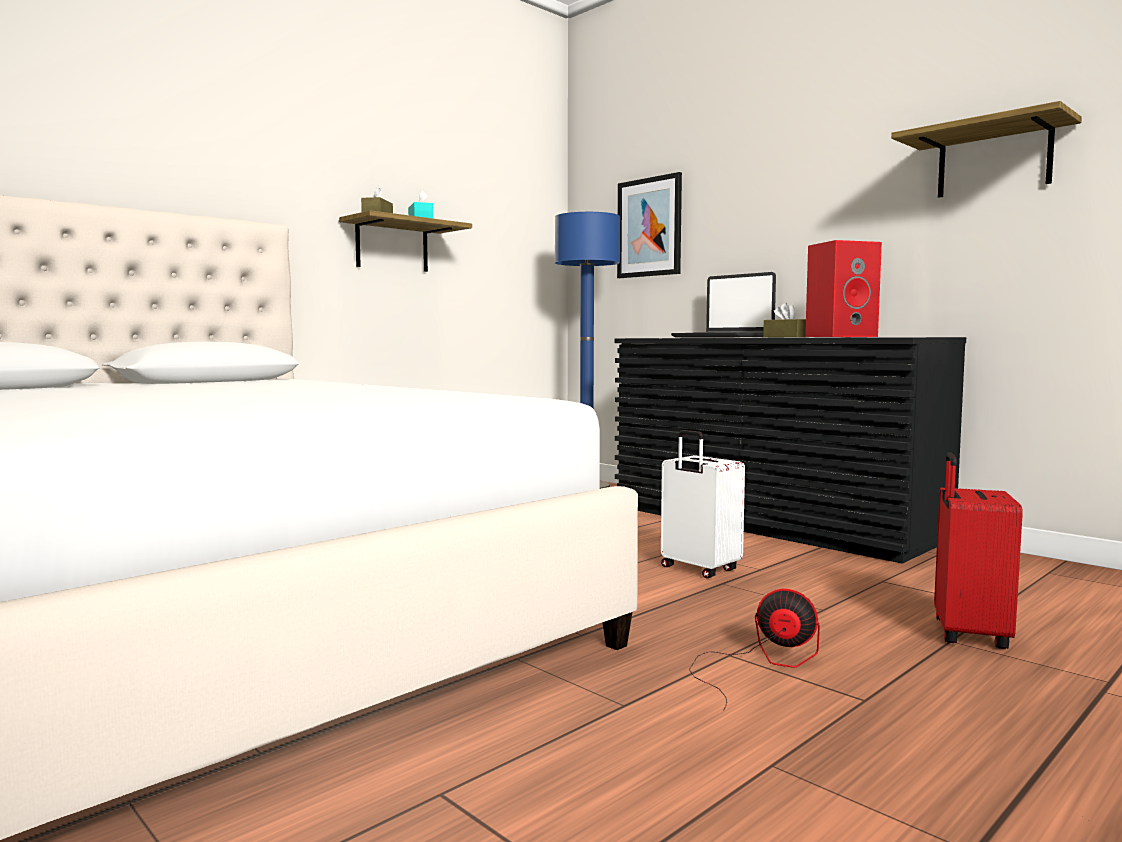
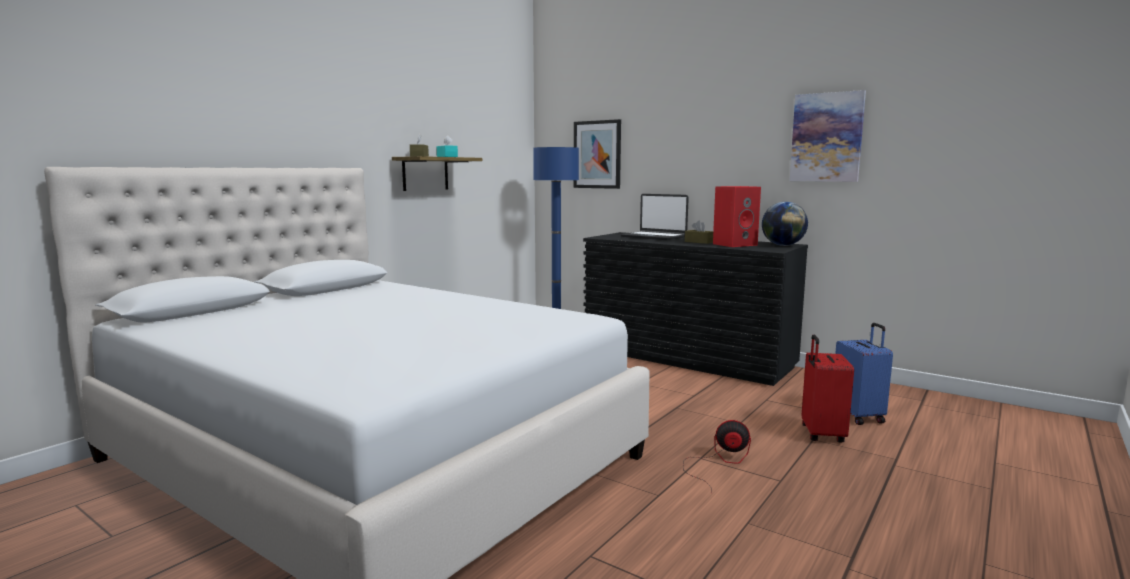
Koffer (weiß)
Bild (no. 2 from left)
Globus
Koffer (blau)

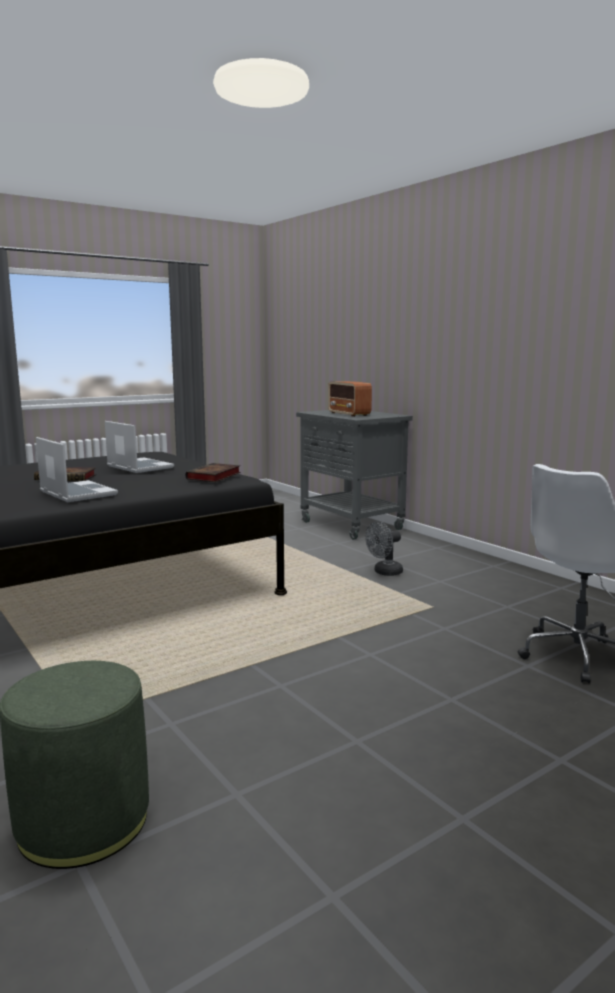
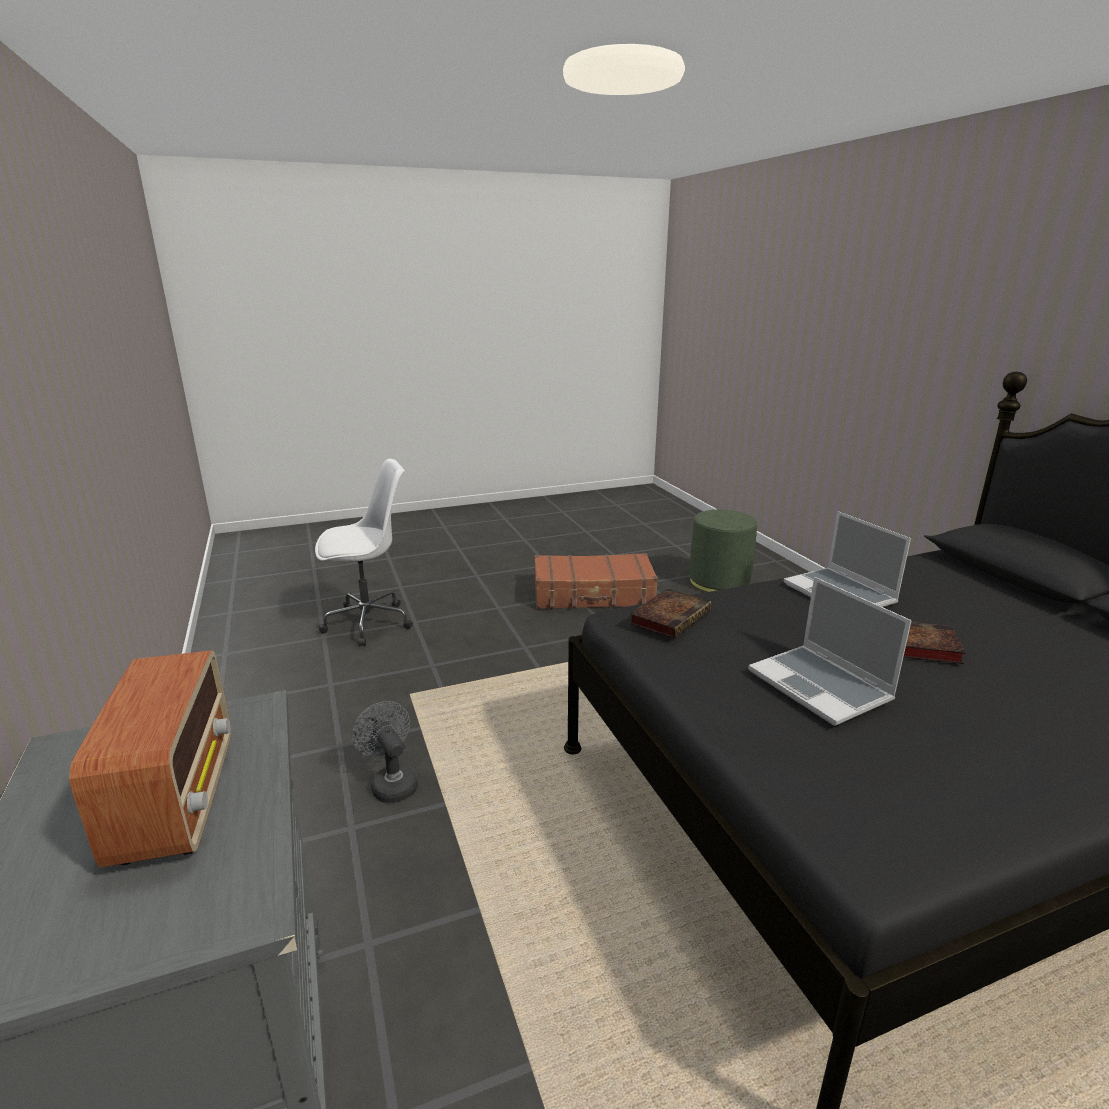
Ventilator (grau)
Koffer (braun)

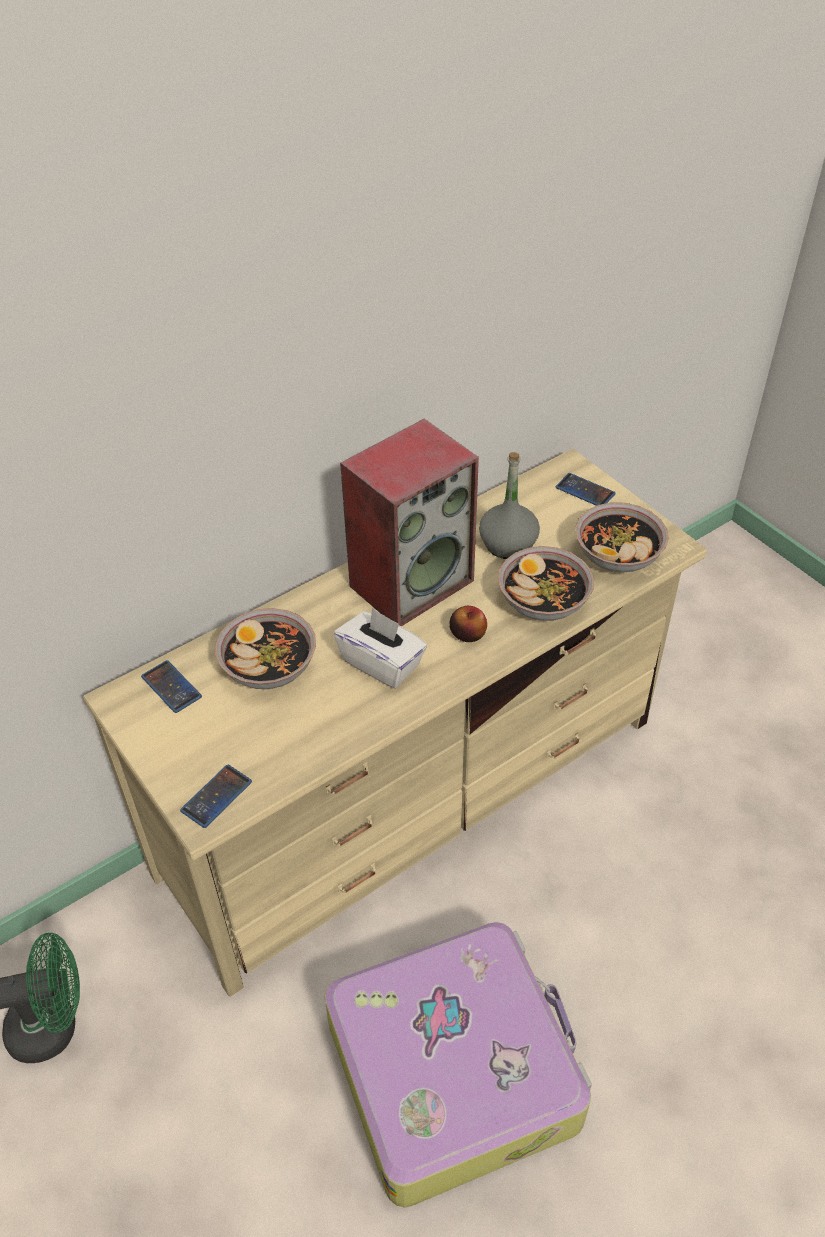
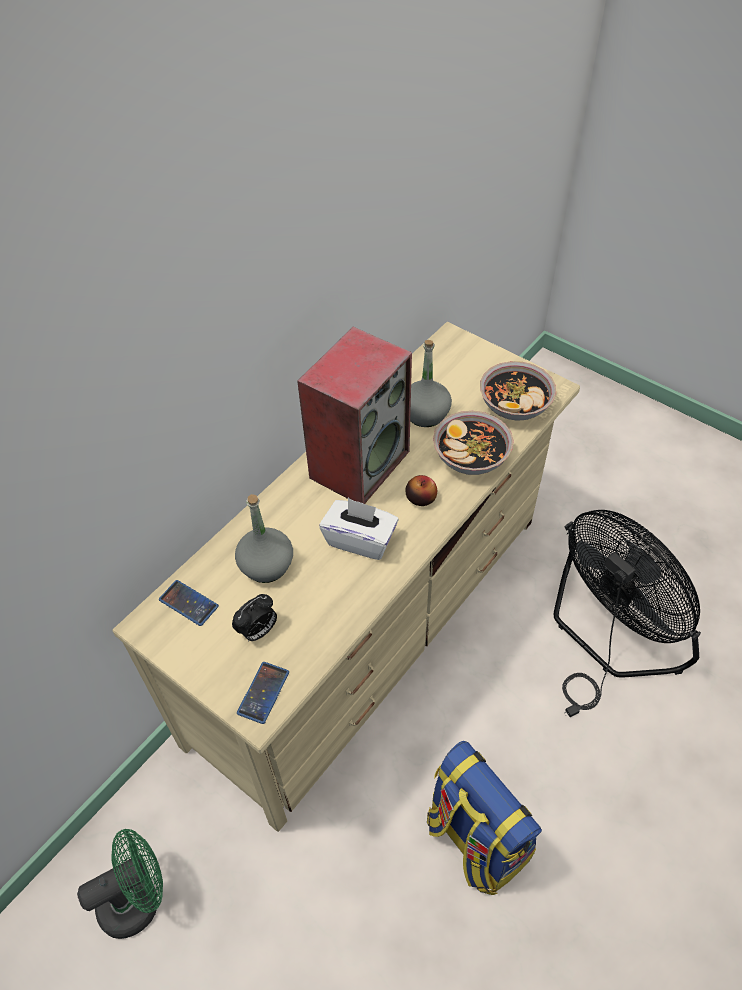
Flasche (grau) (no. 1 from left)
Rucksack
Handy (no. 3 from left in the first image)
Wecker
Ventilator (schwarz)

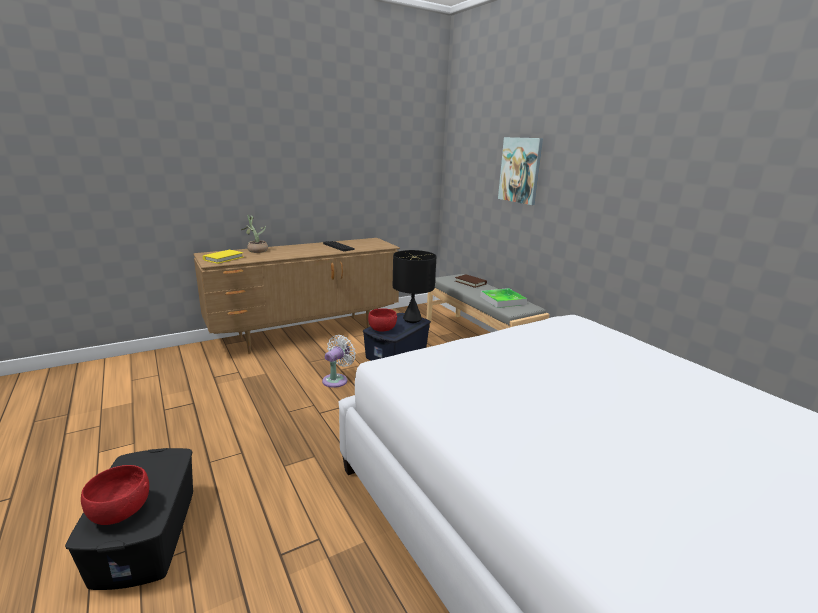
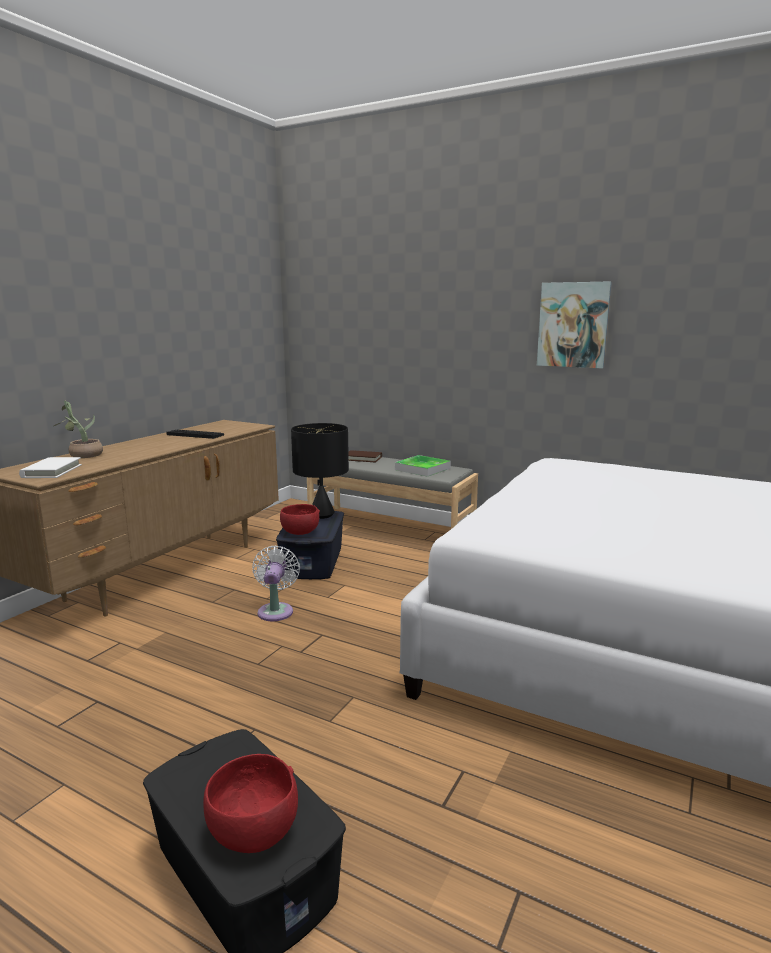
Buch (weiß)
Bild

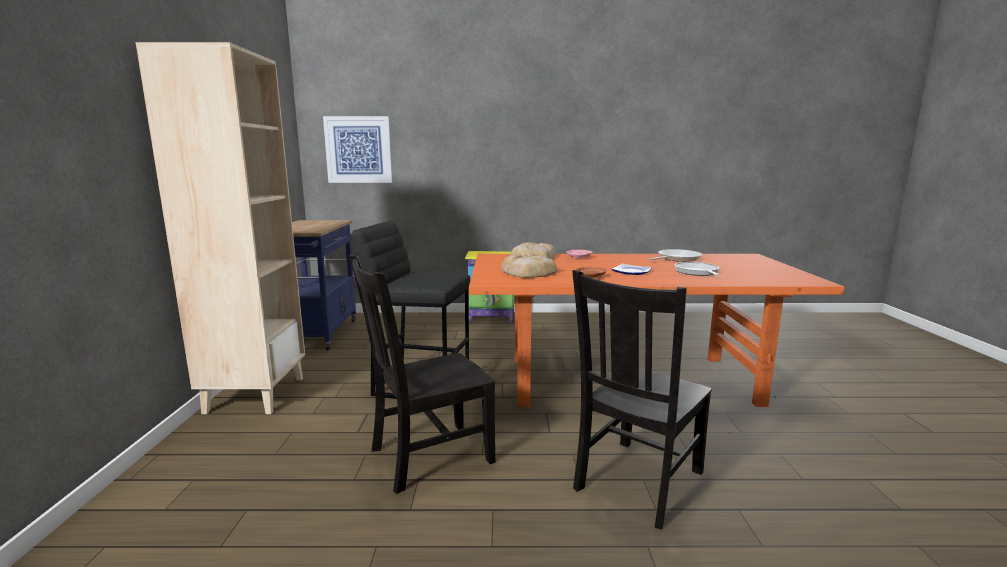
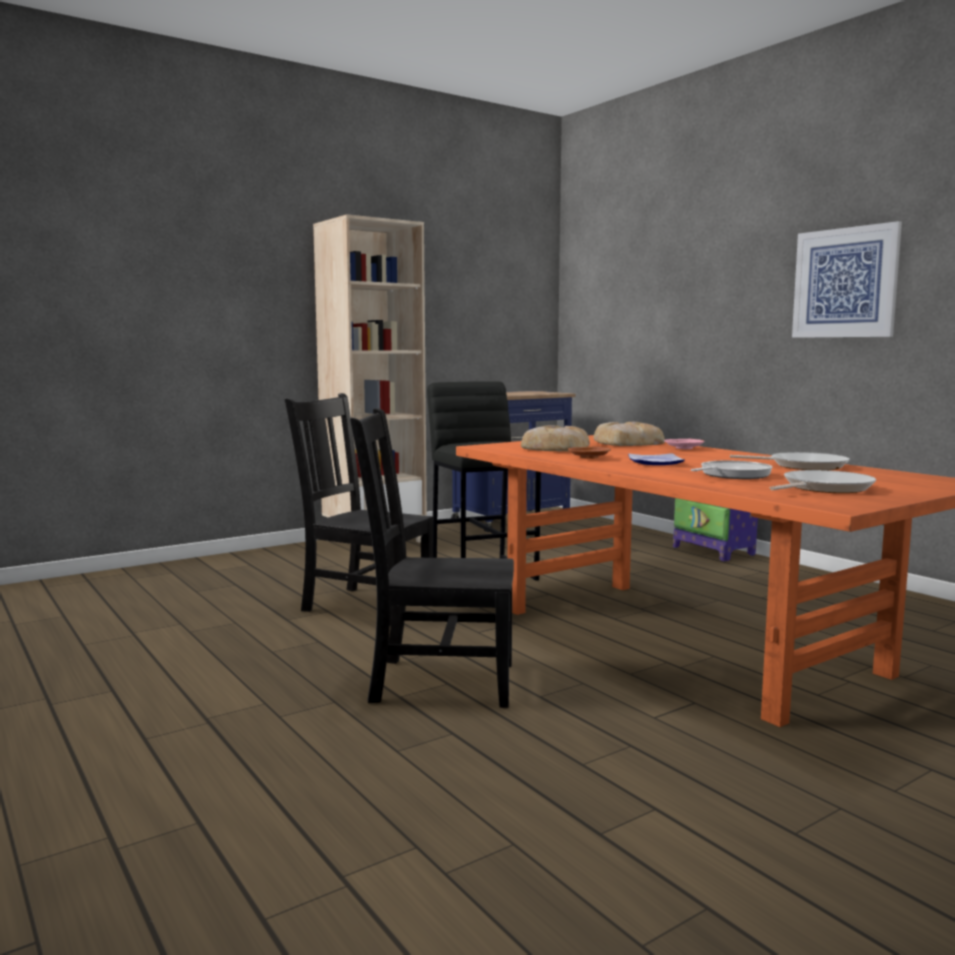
Bild
Pfanne (no. 3 from left)

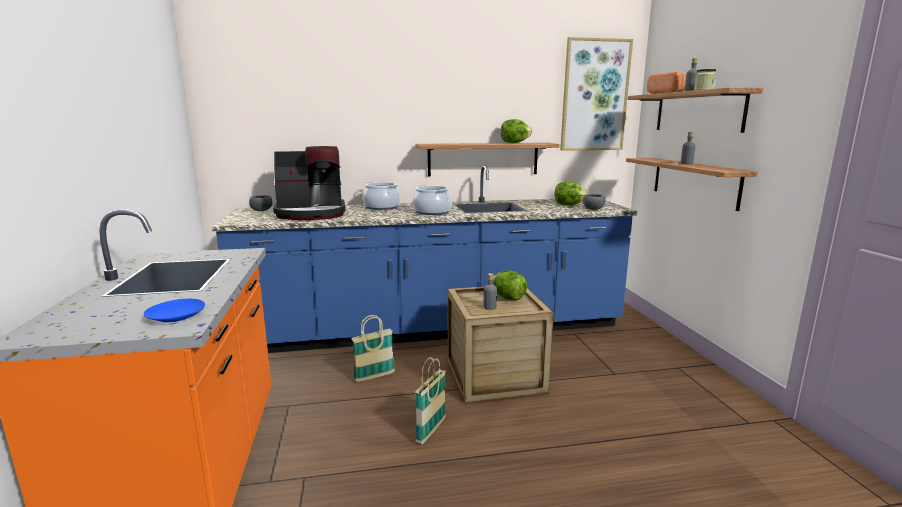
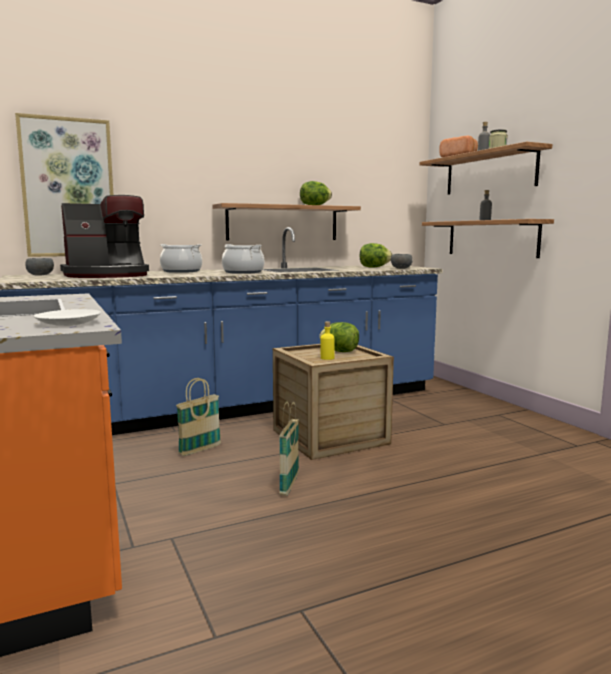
Teller (weiß)
Flasche (gelb)
Bild

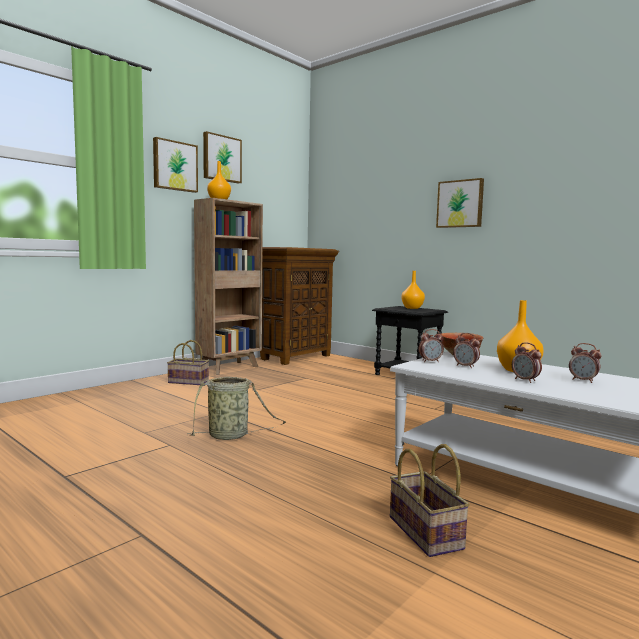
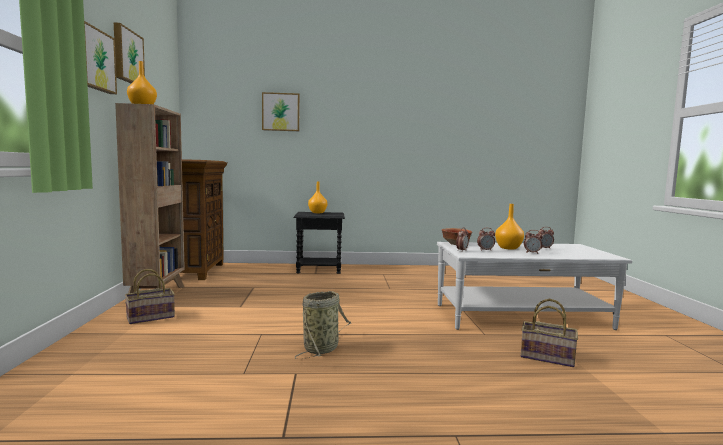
Bild (no. 3 from left)

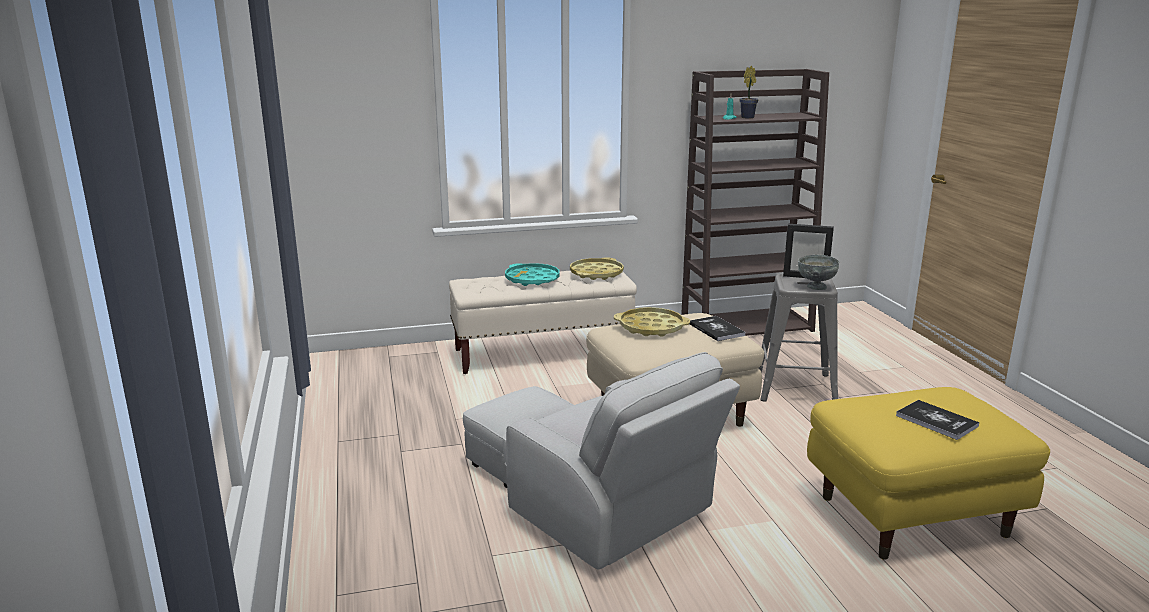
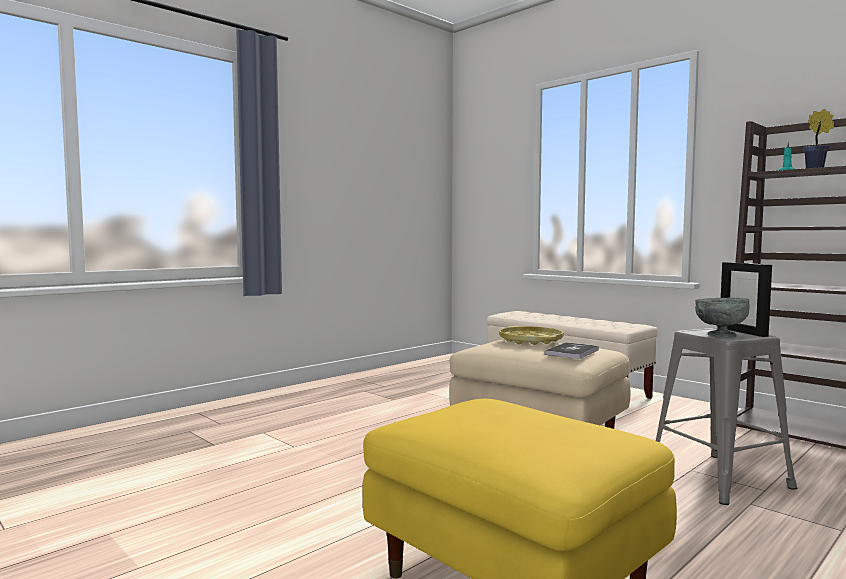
Sessel (weiß)
Tablett (türkis)
Tablett (gelb) (no. 1 from left in the first image)
Buch (no. 2 from left in the first image)

